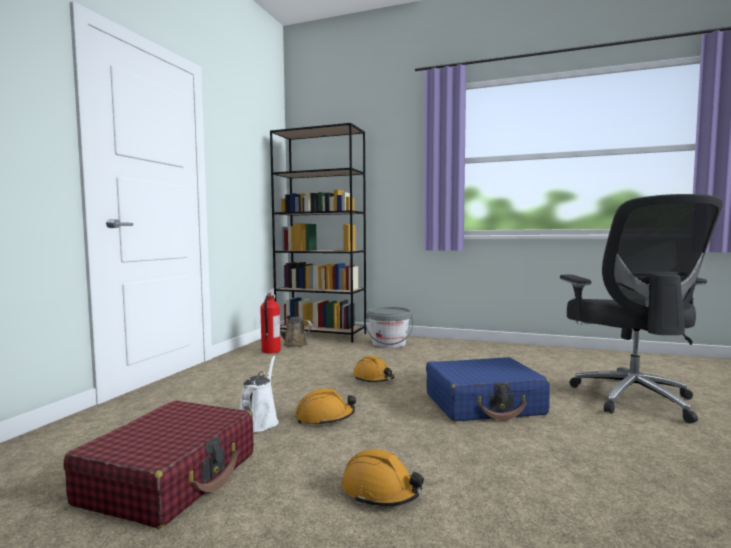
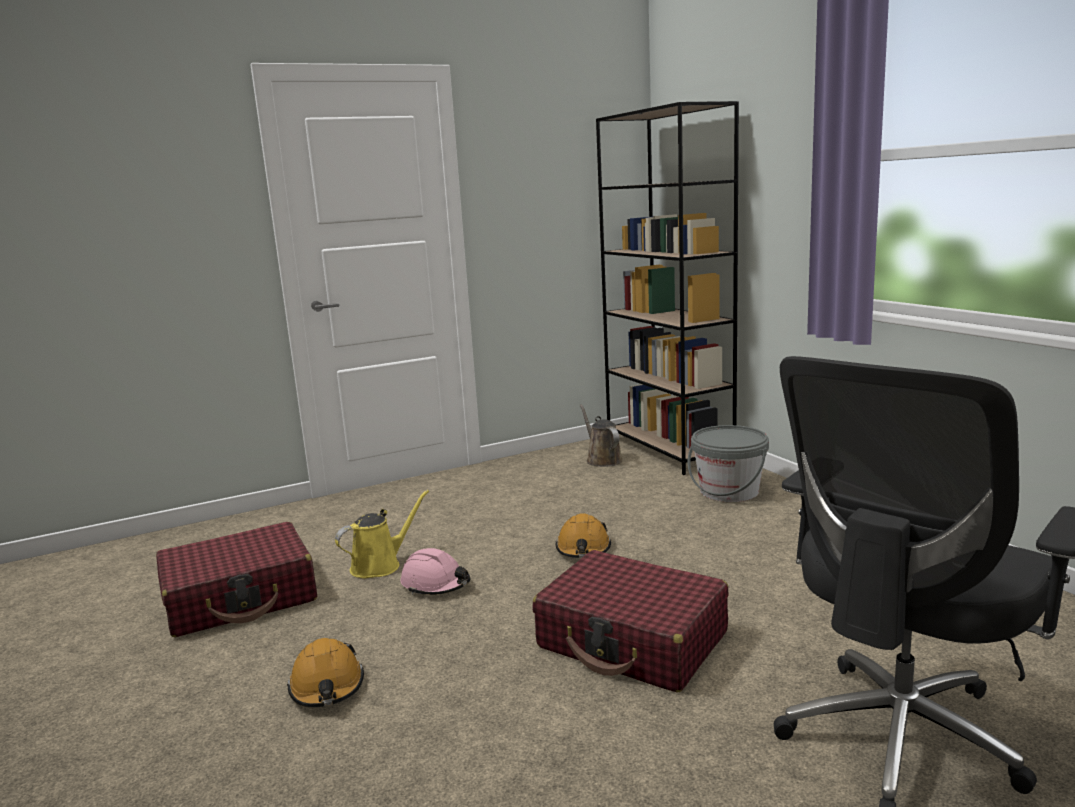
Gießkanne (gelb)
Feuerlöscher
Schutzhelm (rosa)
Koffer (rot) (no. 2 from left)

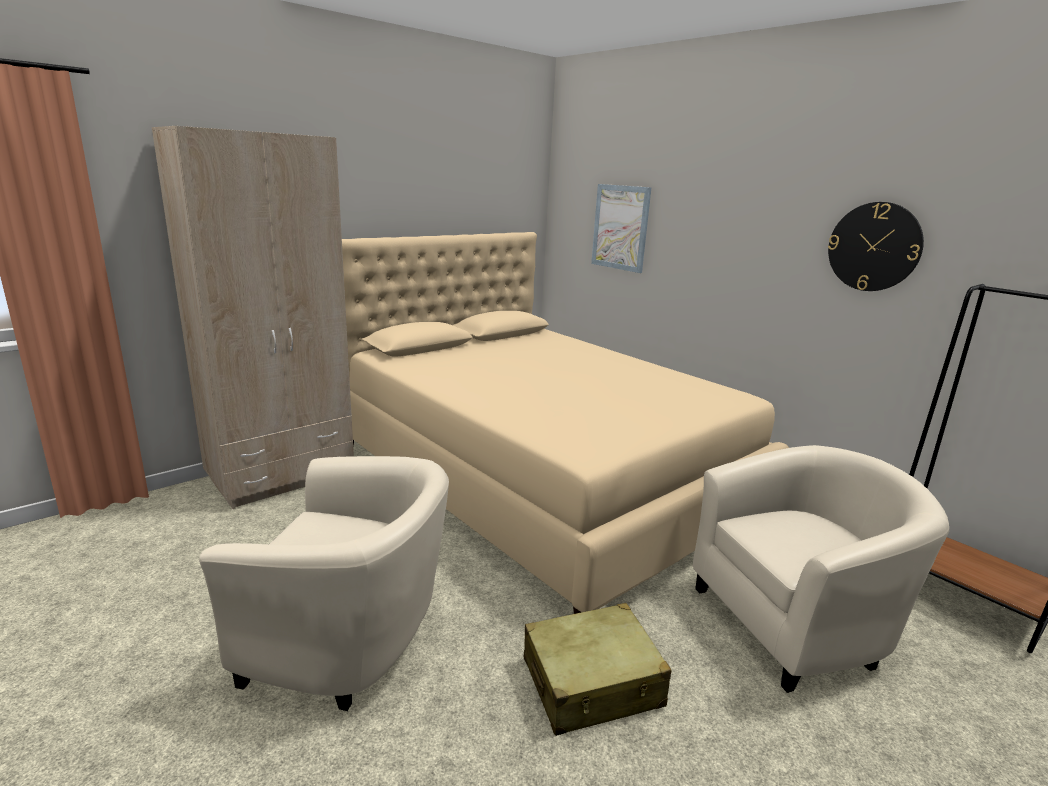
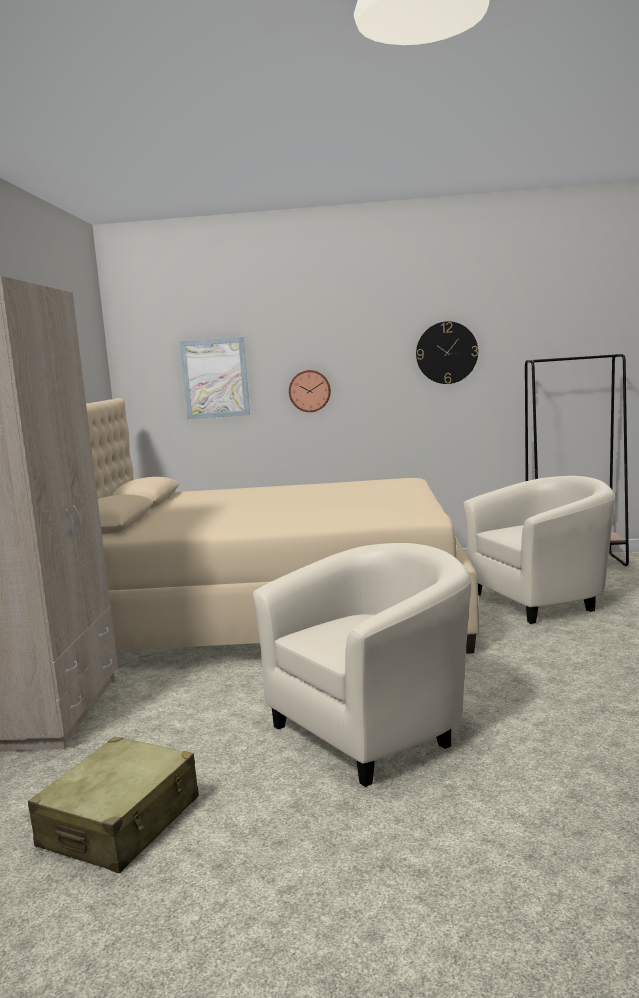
Koffer (beige)
Sessel (beige) (no. 2 from left)
Wanduhr (no. 1 from left)

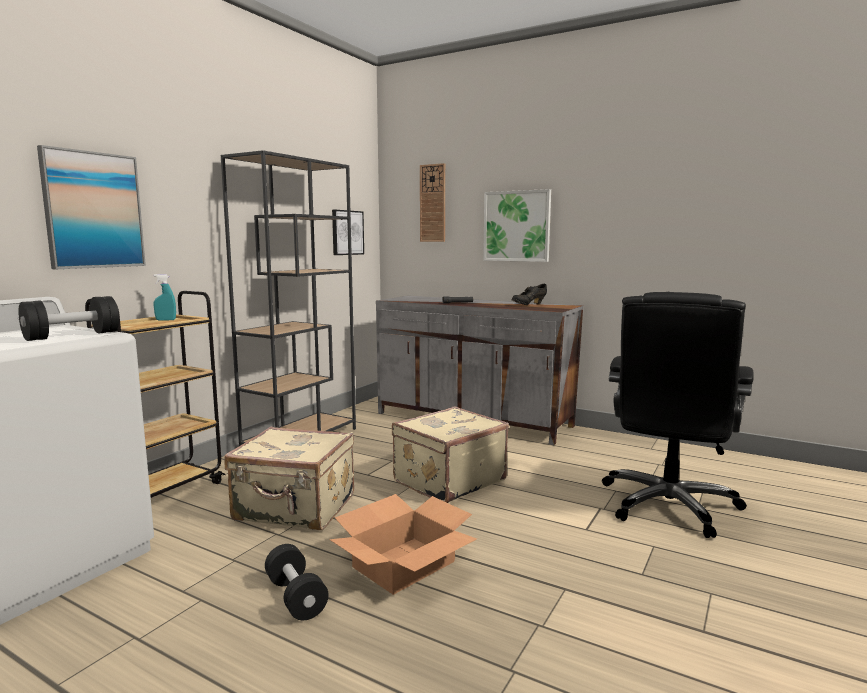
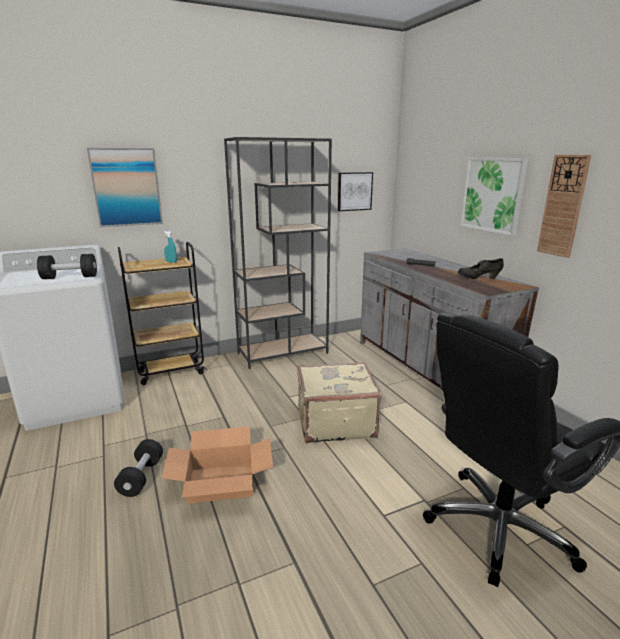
Koffer (beige) (no. 1 from left in the first image)
Wanduhr

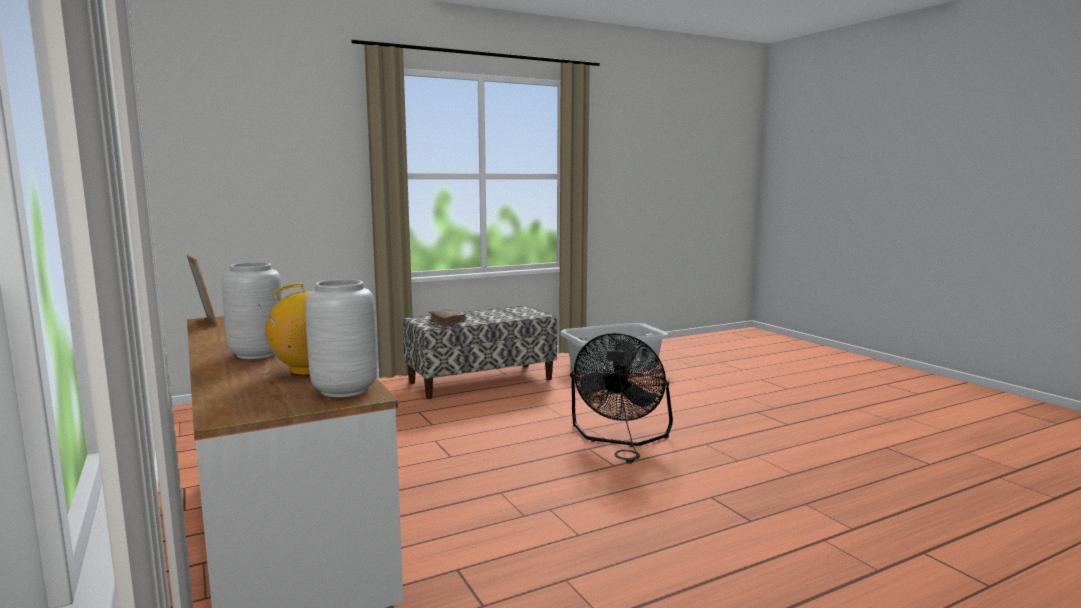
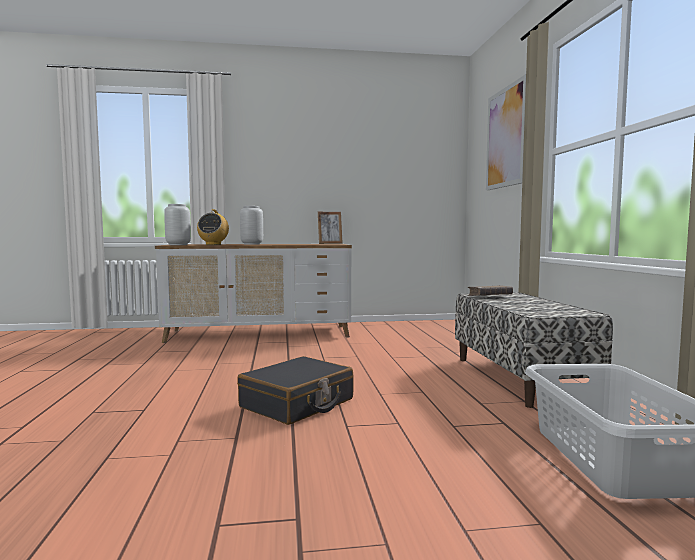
Koffer (schwarz)
Bild

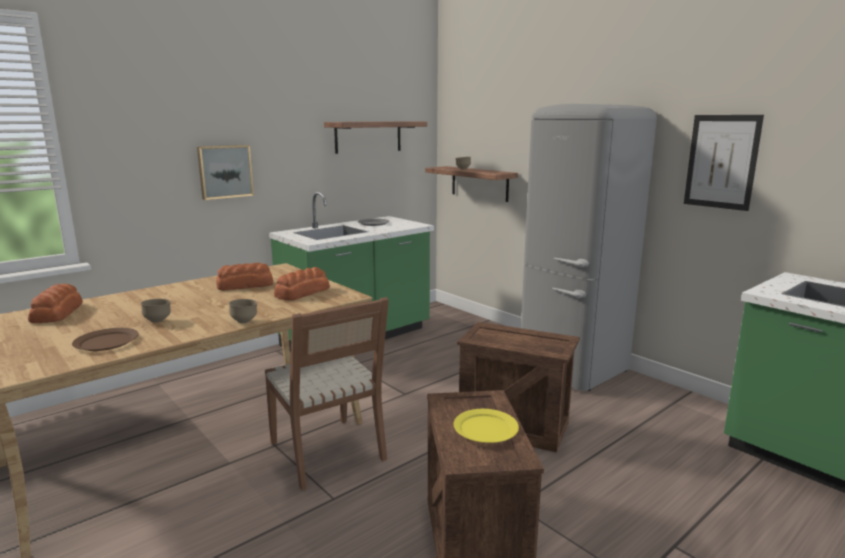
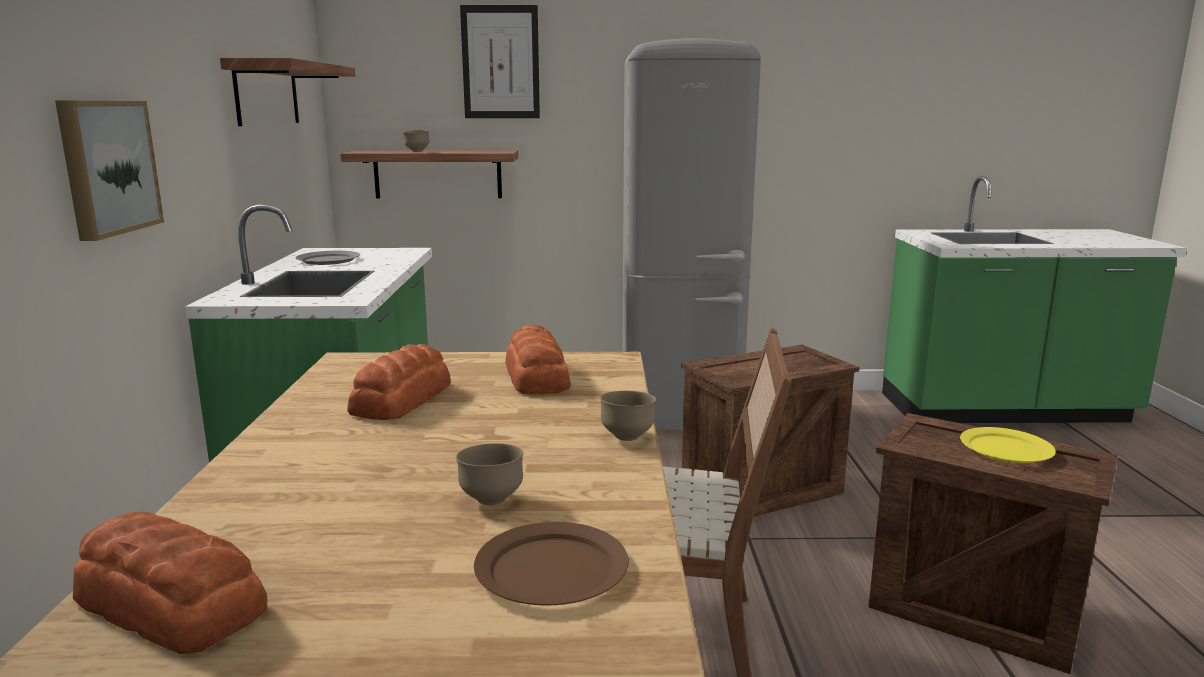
Bild (no. 2 from left)

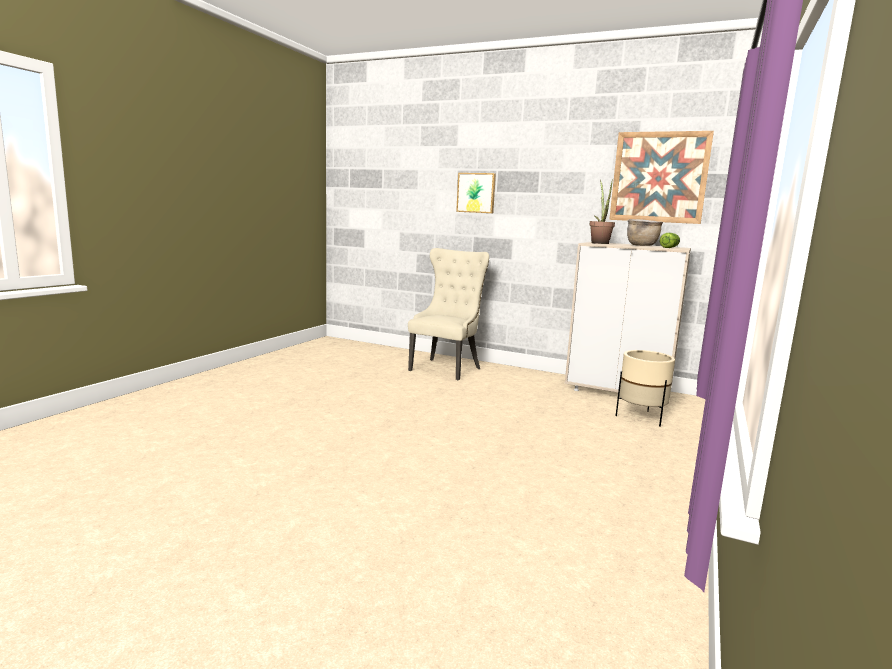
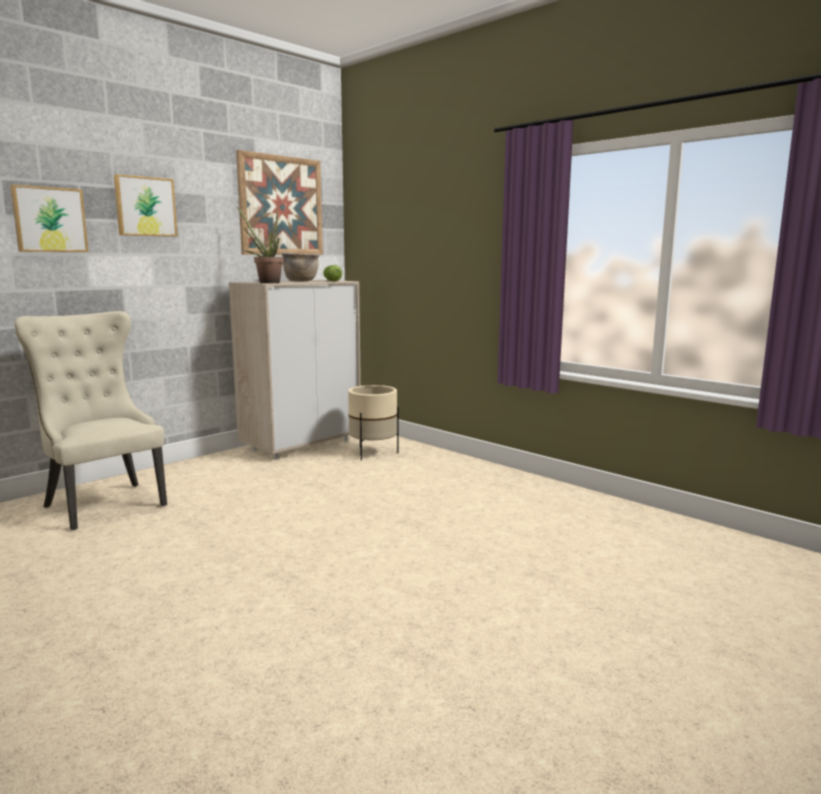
Bild (no. 2 from left)

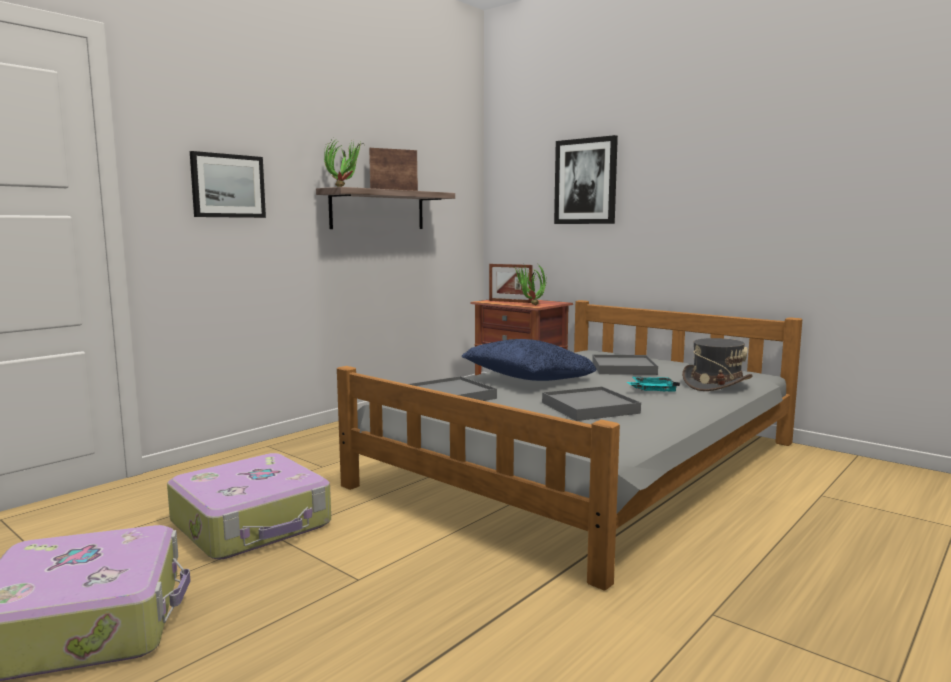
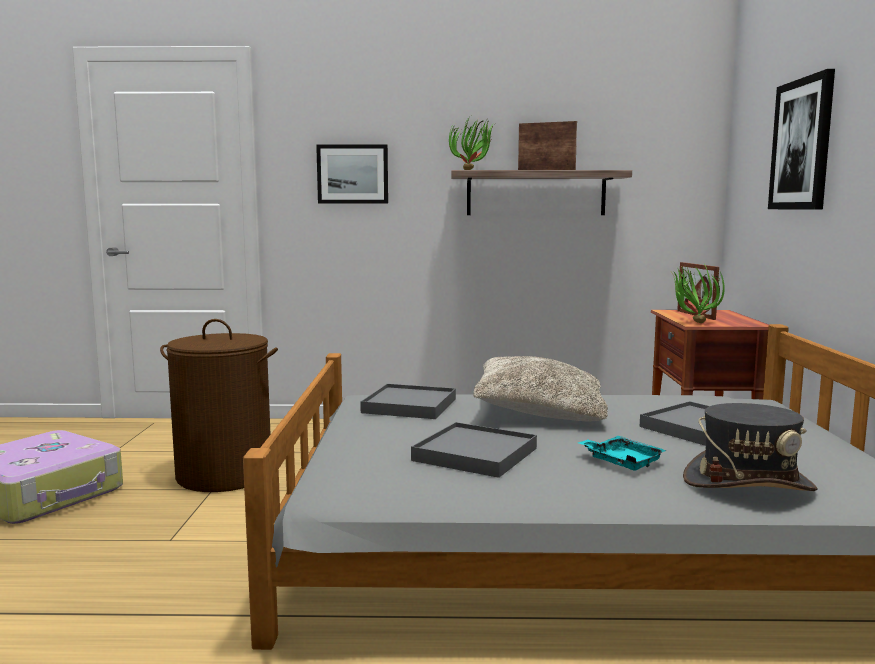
Wäschekorb (braun)
Kissen (beige)

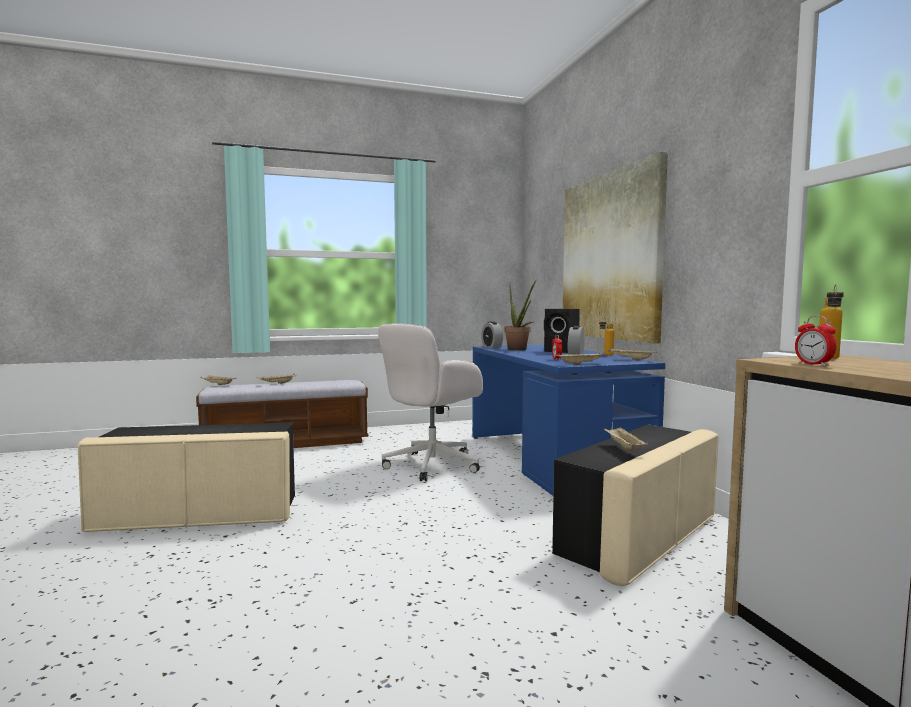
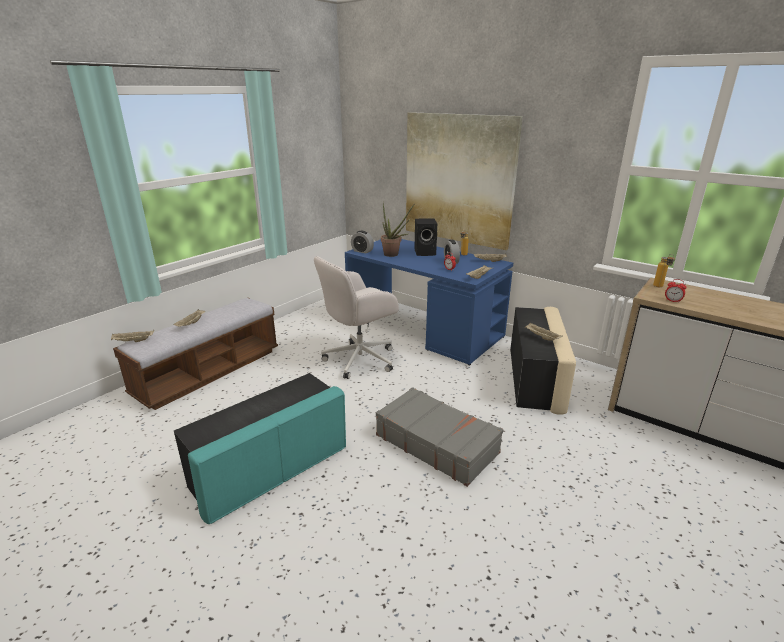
Polsterhocker (türkis)
Bürostuhl (weiß)
Koffer (grau)

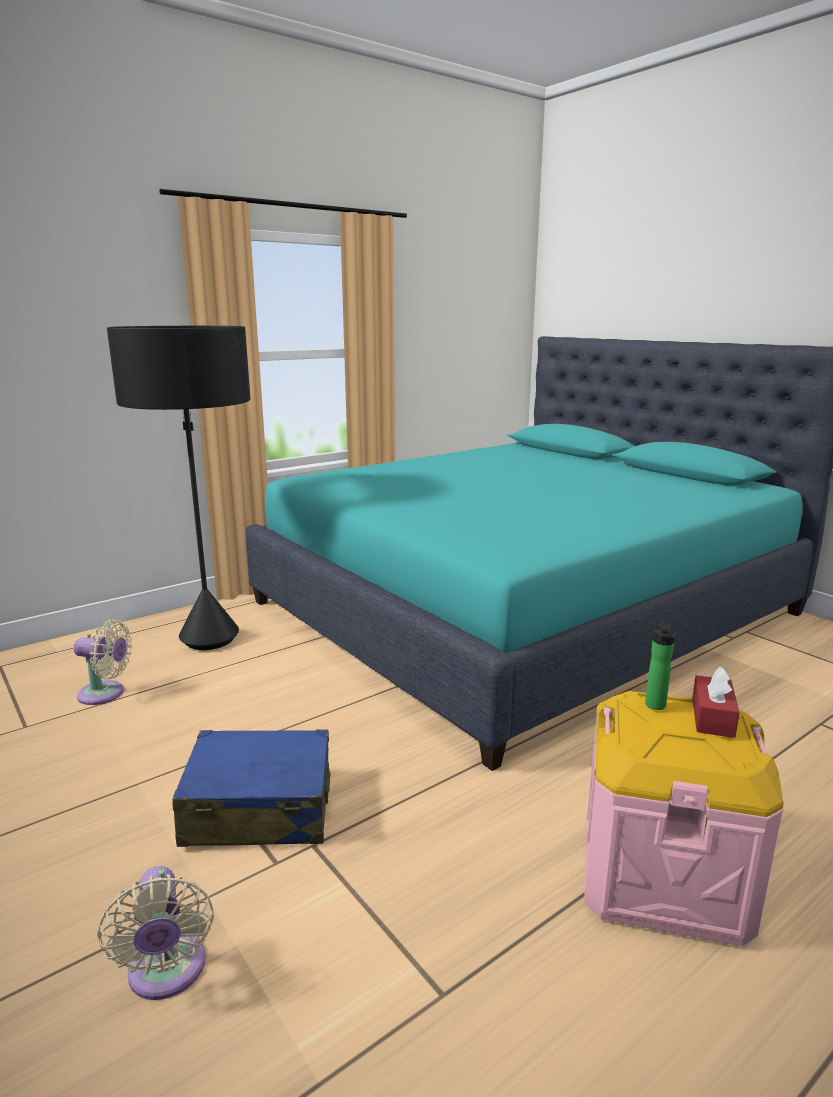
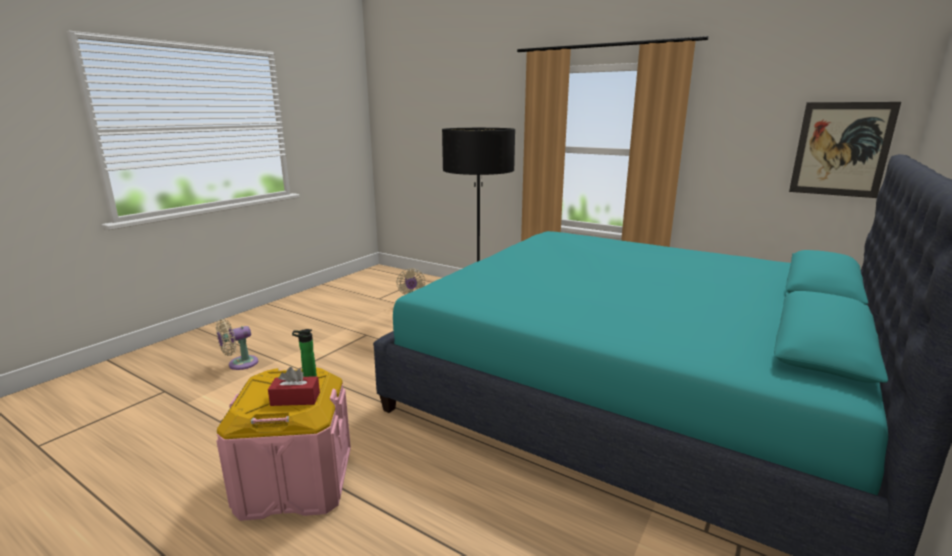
Koffer (blau)
Bild

